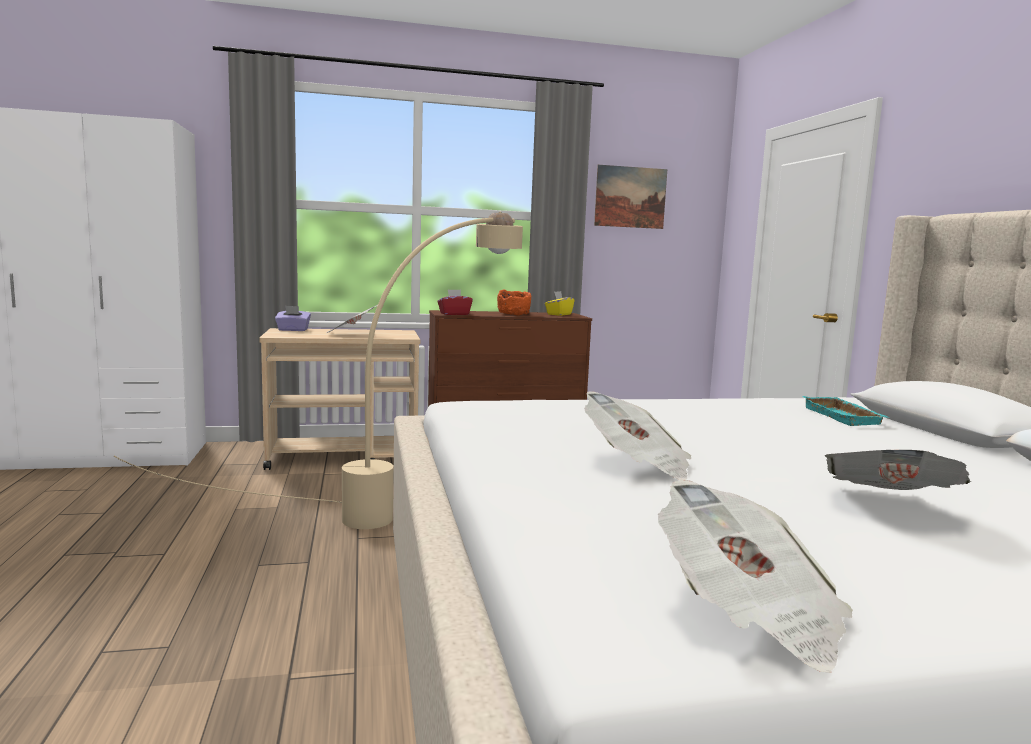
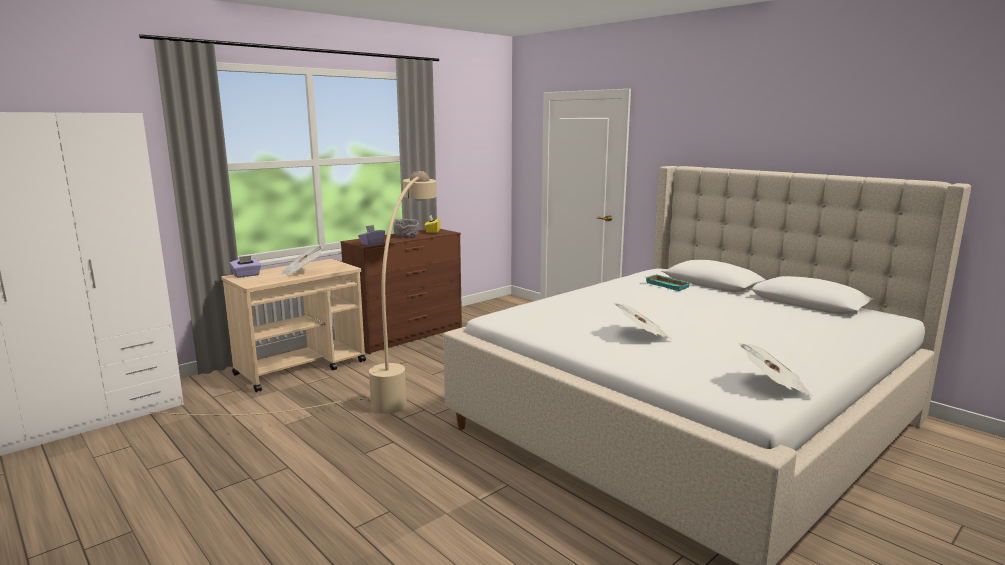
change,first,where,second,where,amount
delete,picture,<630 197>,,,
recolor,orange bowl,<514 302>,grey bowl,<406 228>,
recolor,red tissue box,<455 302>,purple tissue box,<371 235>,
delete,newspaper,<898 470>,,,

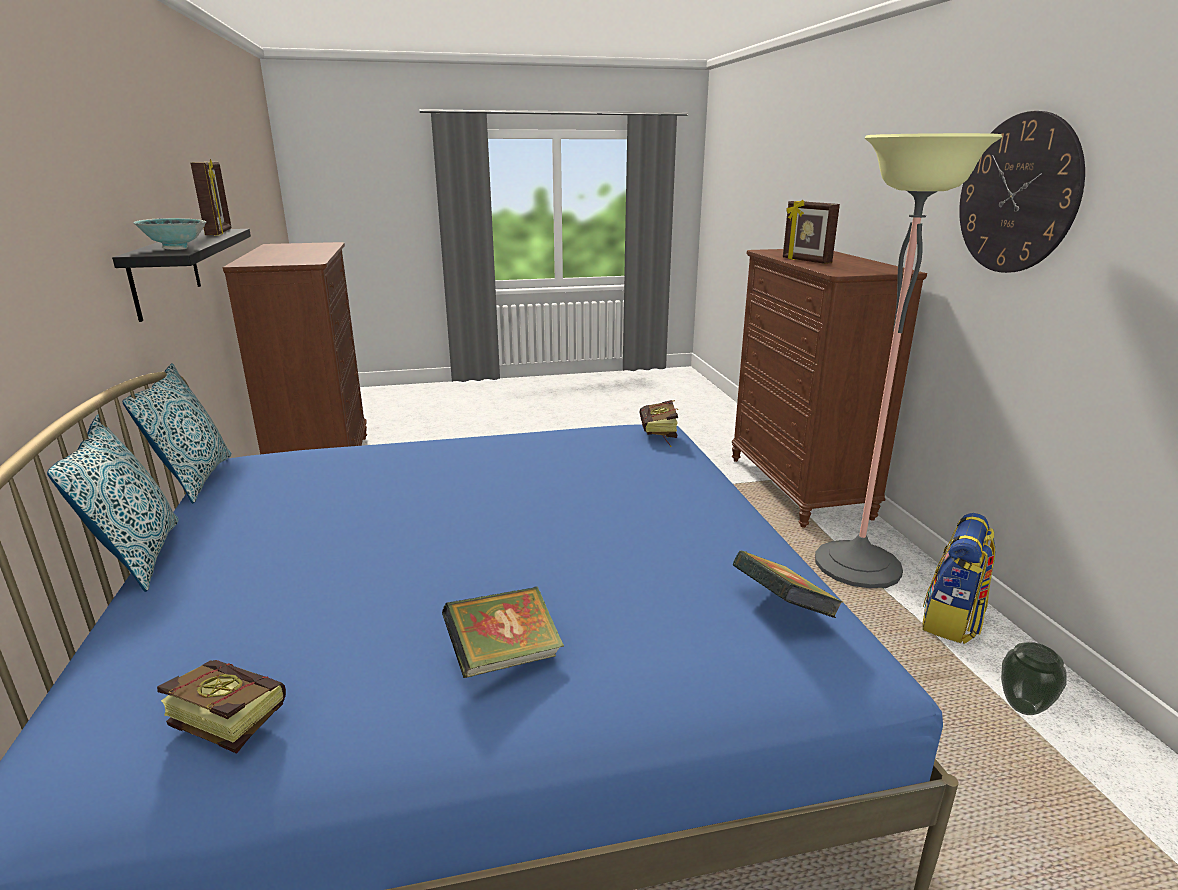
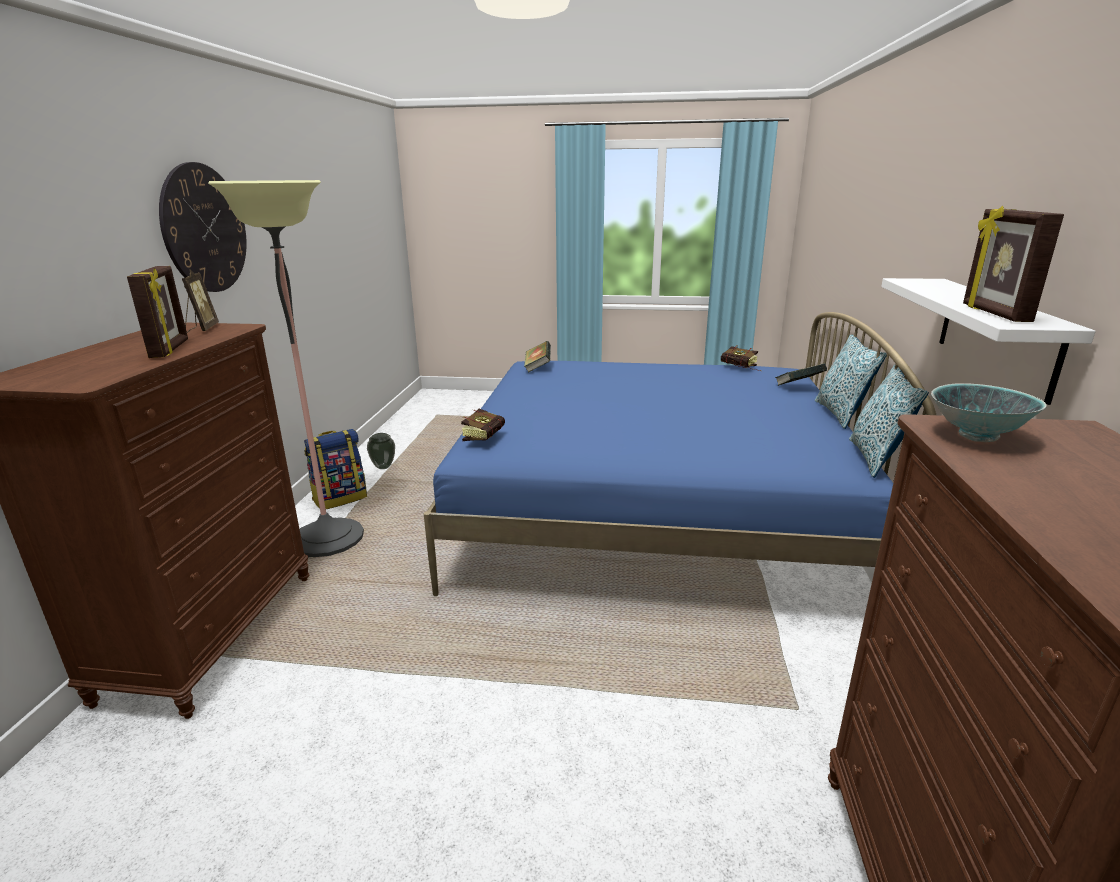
change,first,where,second,where,amount
move,bowl,<170 234>,,<989 412>,
recolor,black shelf,<181 275>,white shelf,<988 341>,
move,book,<503 632>,,<801 374>,
insert,,,picture frame,<200 301>,

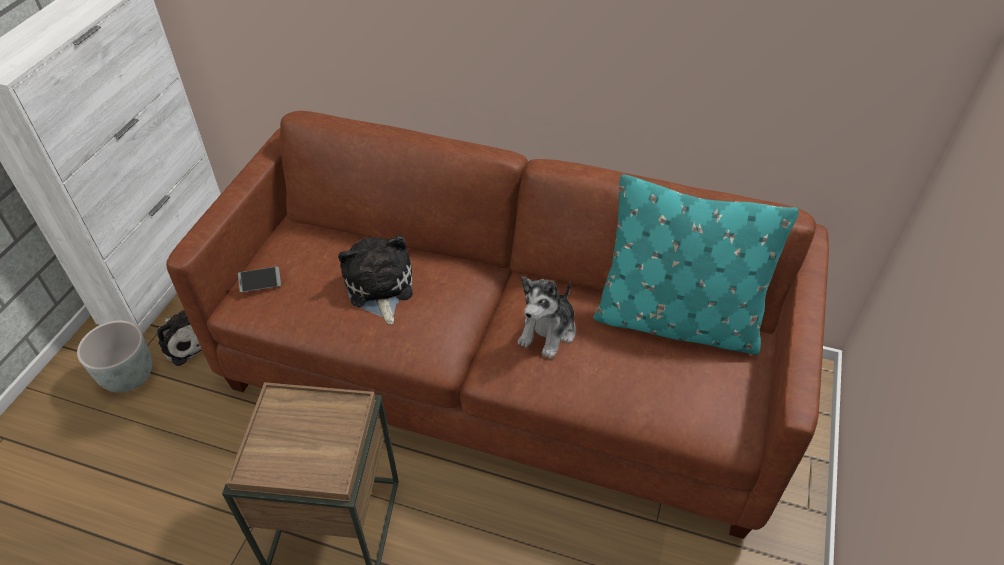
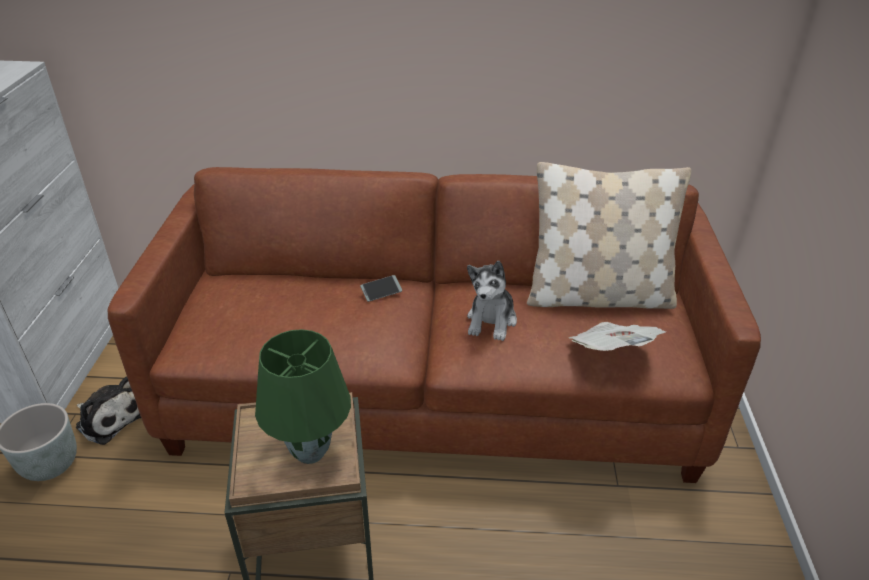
change,first,where,second,where,amount
recolor,turquoise pillow,<696 264>,beige pillow,<609 235>,
delete,plush toy,<375 279>,,,
move,phone,<259 279>,,<381 288>,
insert,,,newspaper,<617 336>,
insert,,,green table lamp,<303 396>,

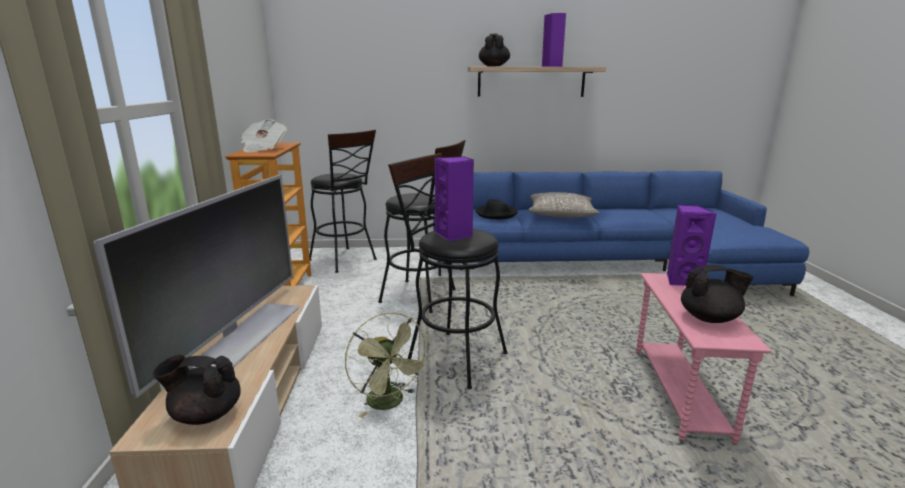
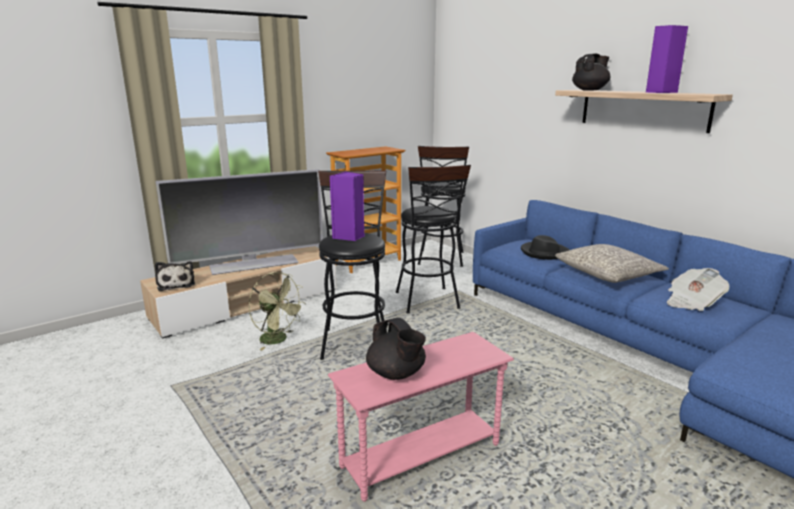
change,first,where,second,where,amount
move,newspaper,<264 135>,,<698 289>,
delete,purple speaker,<692 245>,,,
rotate,green fan,<387 365>,,<276 311>,75 degrees counterclockwise
replace,black teapot,<196 390>,plush toy,<175 276>,

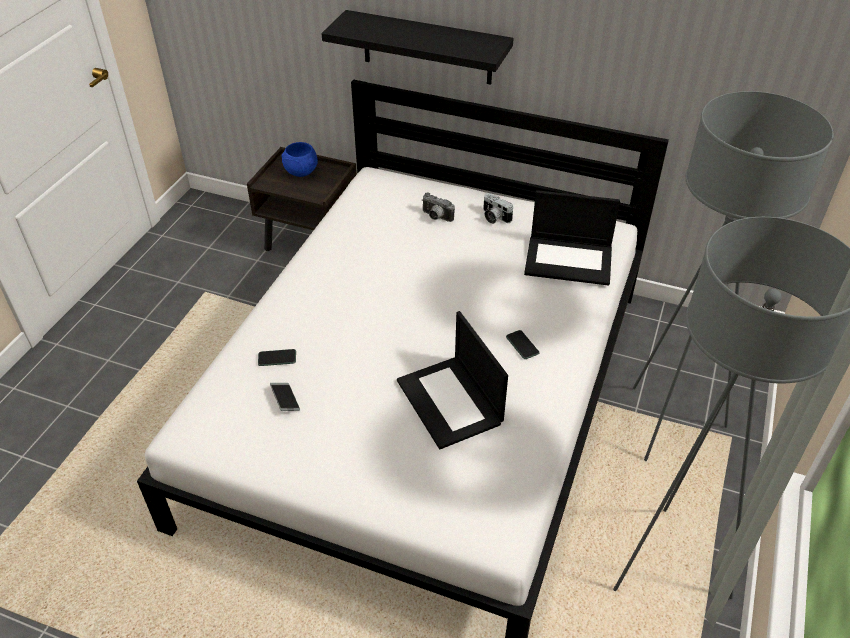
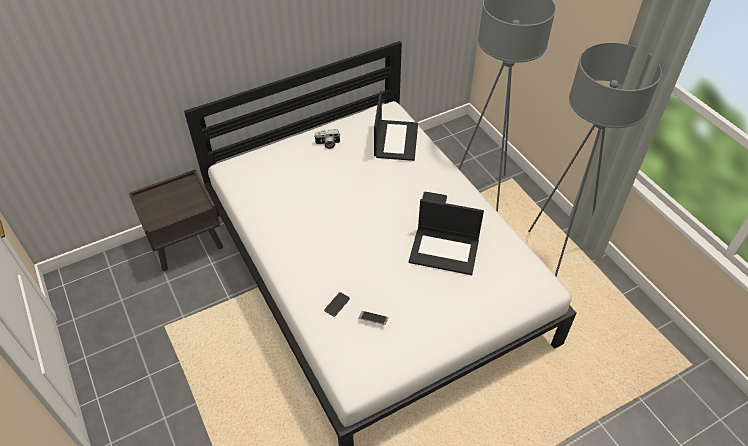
change,first,where,second,where,amount
delete,black shelf,<418 47>,,,
delete,blue bowl,<299 159>,,,
rotate,laptop,<572 238>,,<396 126>,45 degrees counterclockwise
delete,photo camera,<438 207>,,,

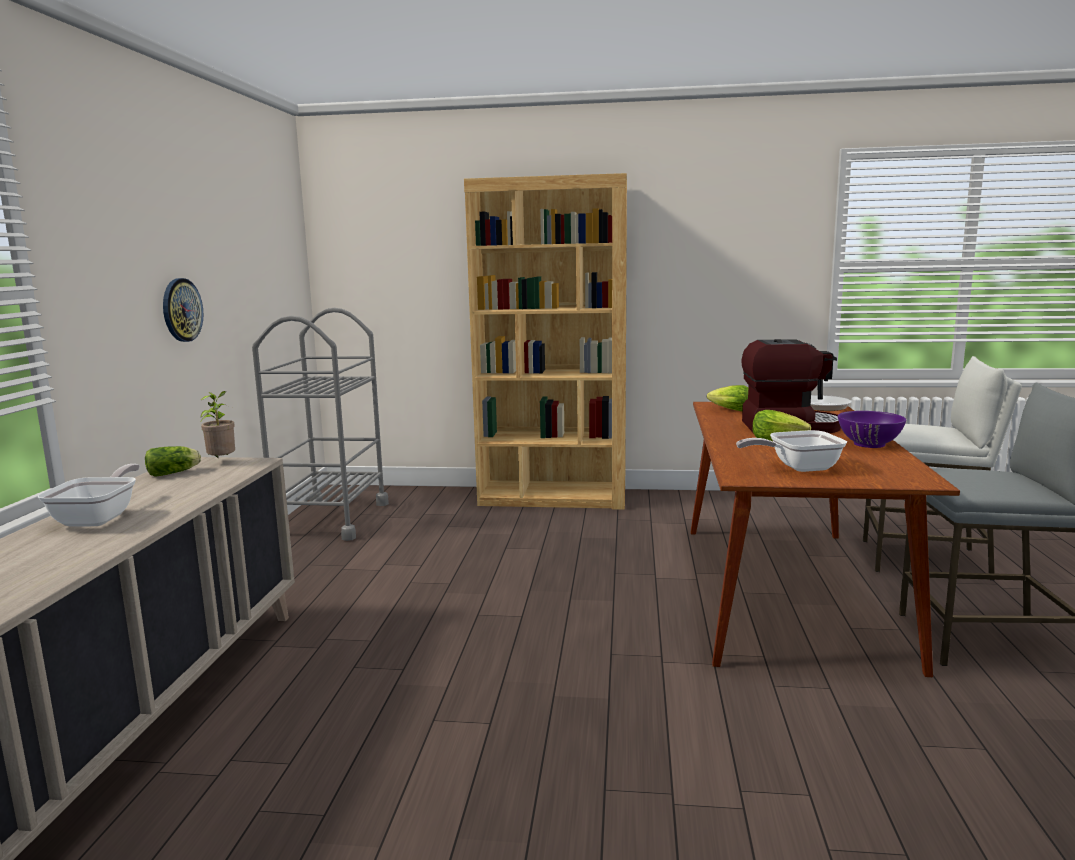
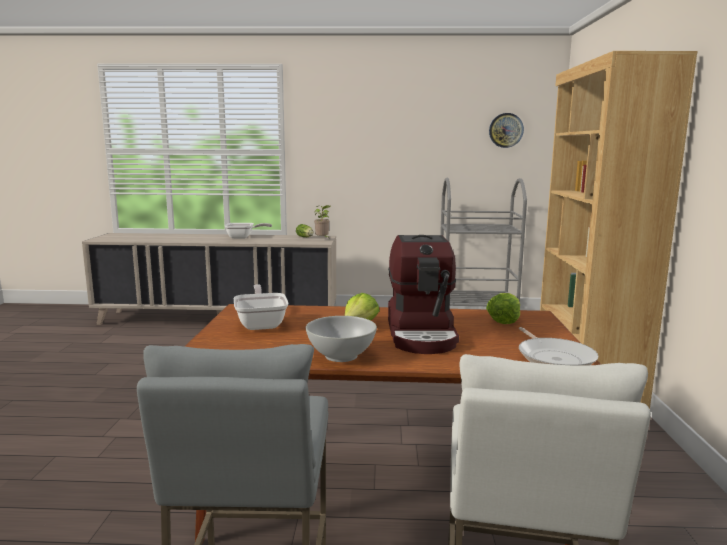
change,first,where,second,where,amount
move,wall clock,<183 310>,,<506 130>,
recolor,purple bowl,<872 429>,white bowl,<341 339>,

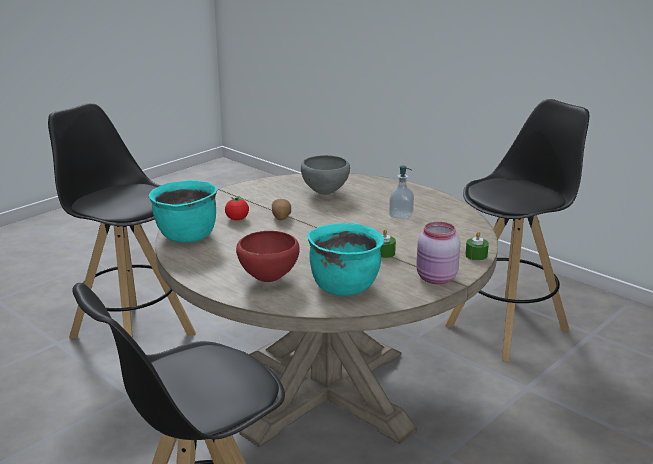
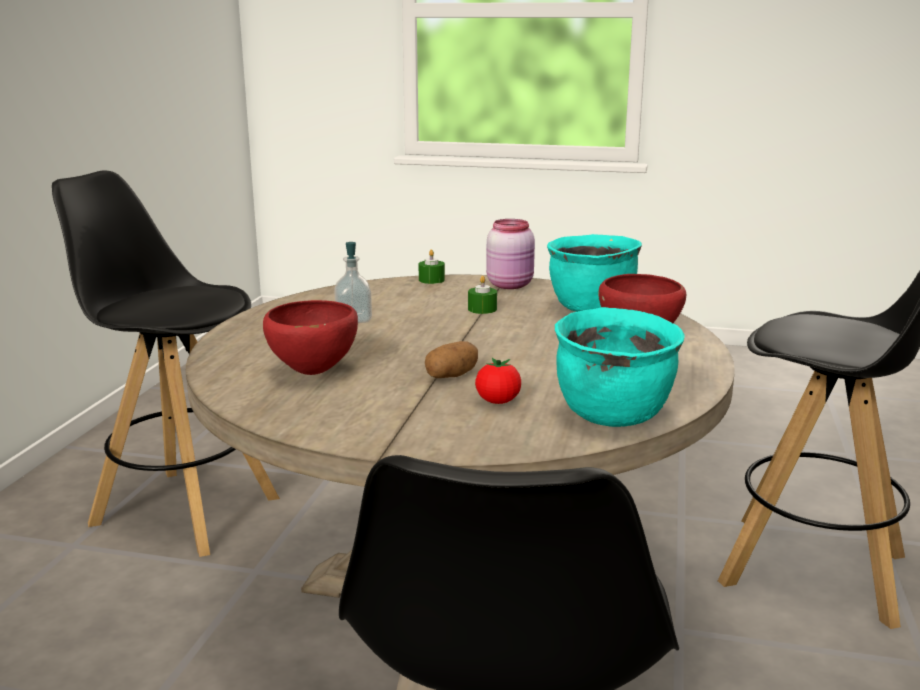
change,first,where,second,where,amount
recolor,grey bowl,<325 175>,red bowl,<310 337>,

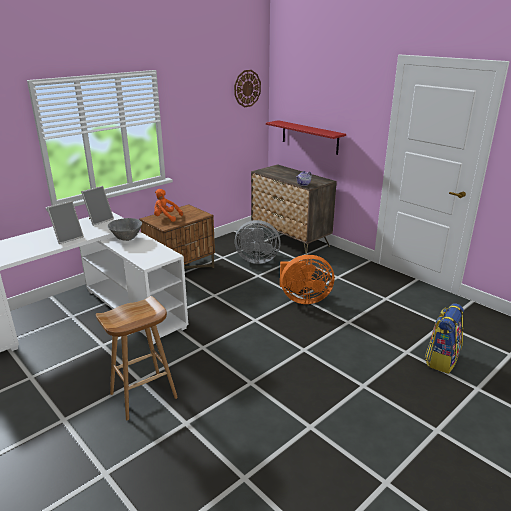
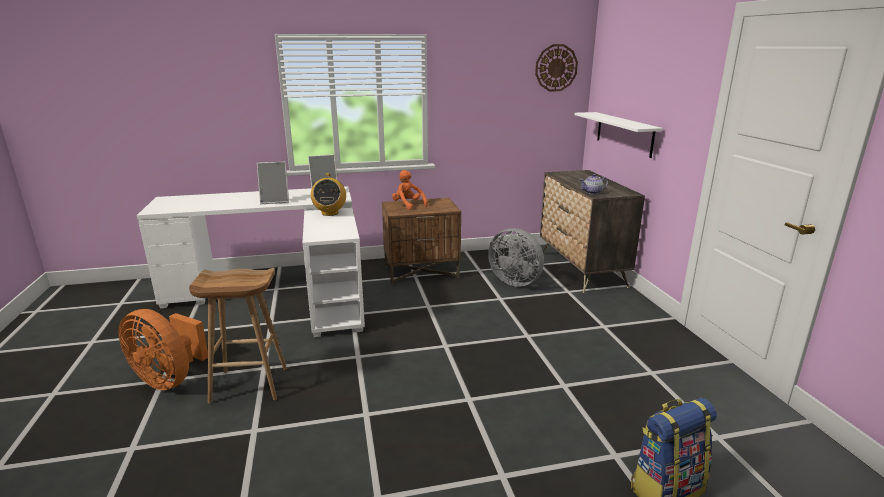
change,first,where,second,where,amount
recolor,red shelf,<306 137>,white shelf,<619 135>,
replace,grey bowl,<124 229>,radio,<328 194>,
move,orange fan,<307 279>,,<163 349>,

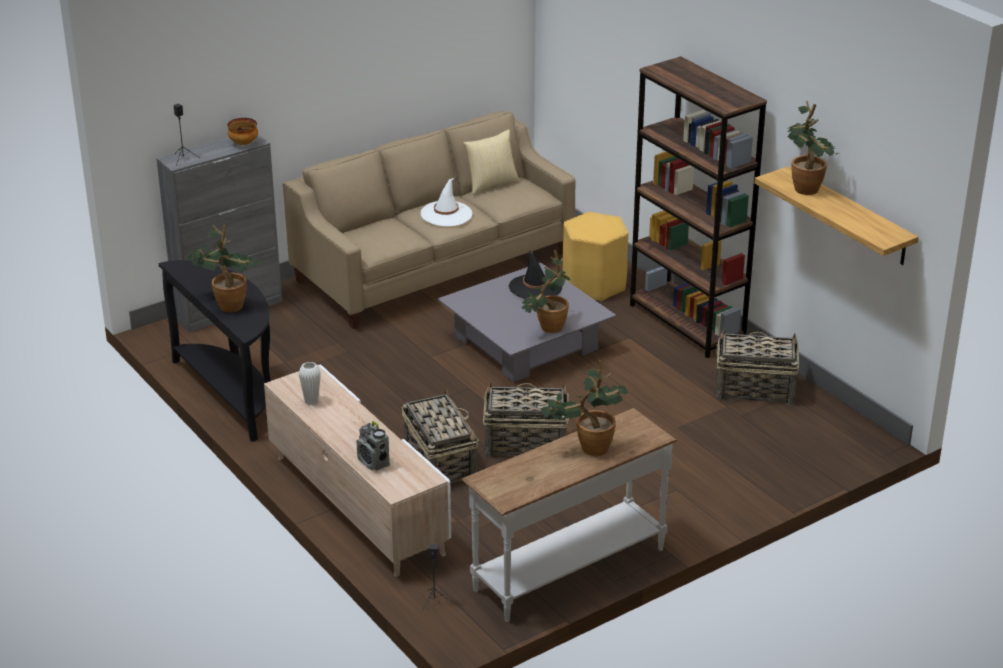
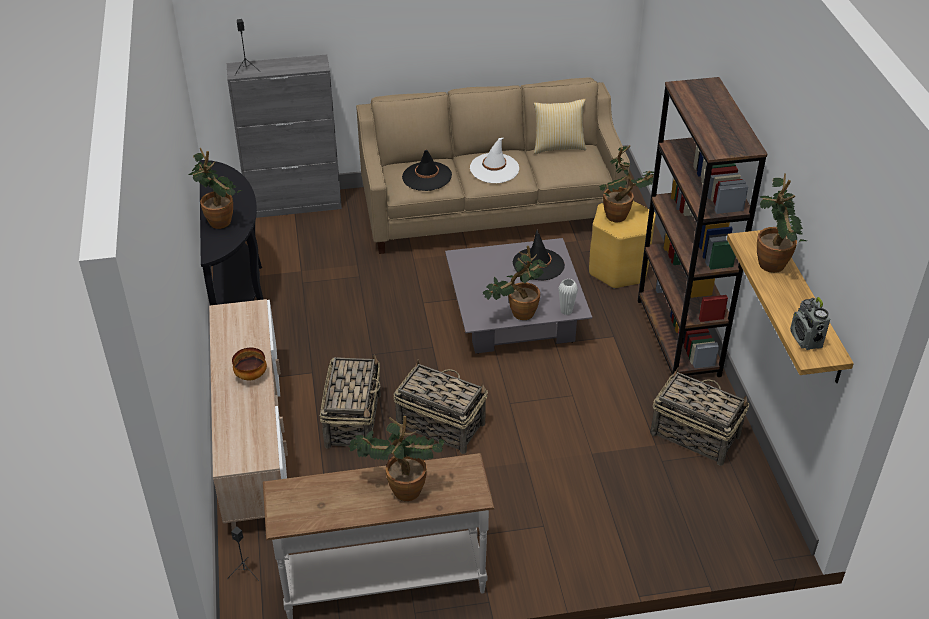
change,first,where,second,where,amount
move,bowl,<242 131>,,<249 364>,
move,white vase,<310 383>,,<568 297>,
move,radio,<372 446>,,<810 323>,
insert,,,potted plant,<626 183>,
insert,,,black hat,<427 170>,

